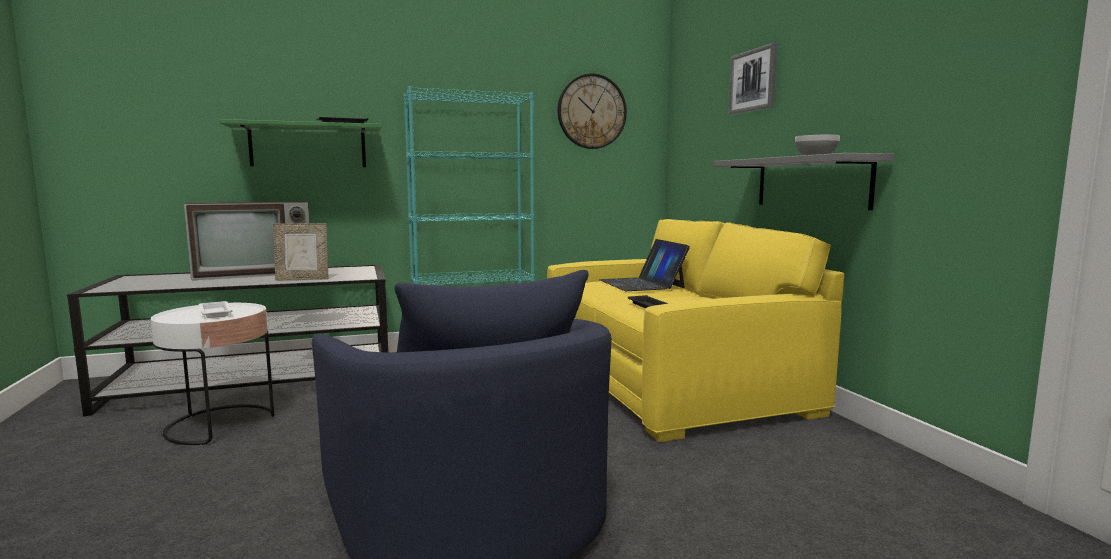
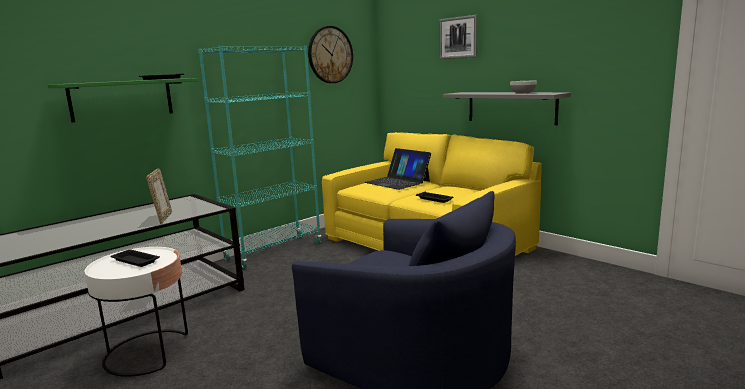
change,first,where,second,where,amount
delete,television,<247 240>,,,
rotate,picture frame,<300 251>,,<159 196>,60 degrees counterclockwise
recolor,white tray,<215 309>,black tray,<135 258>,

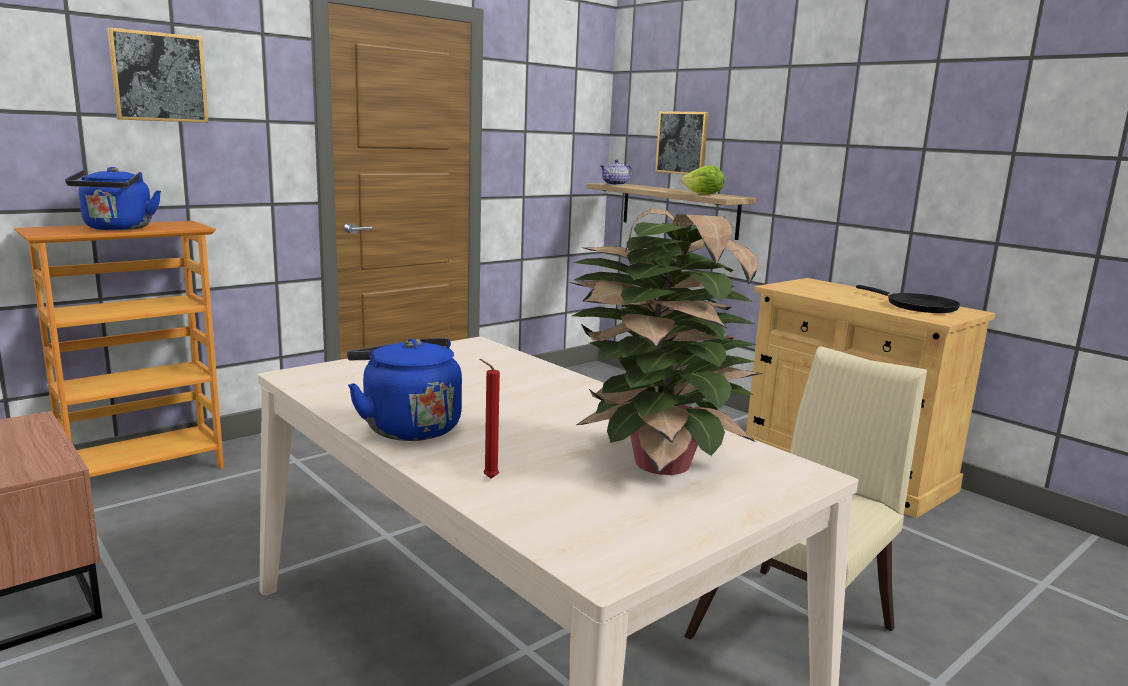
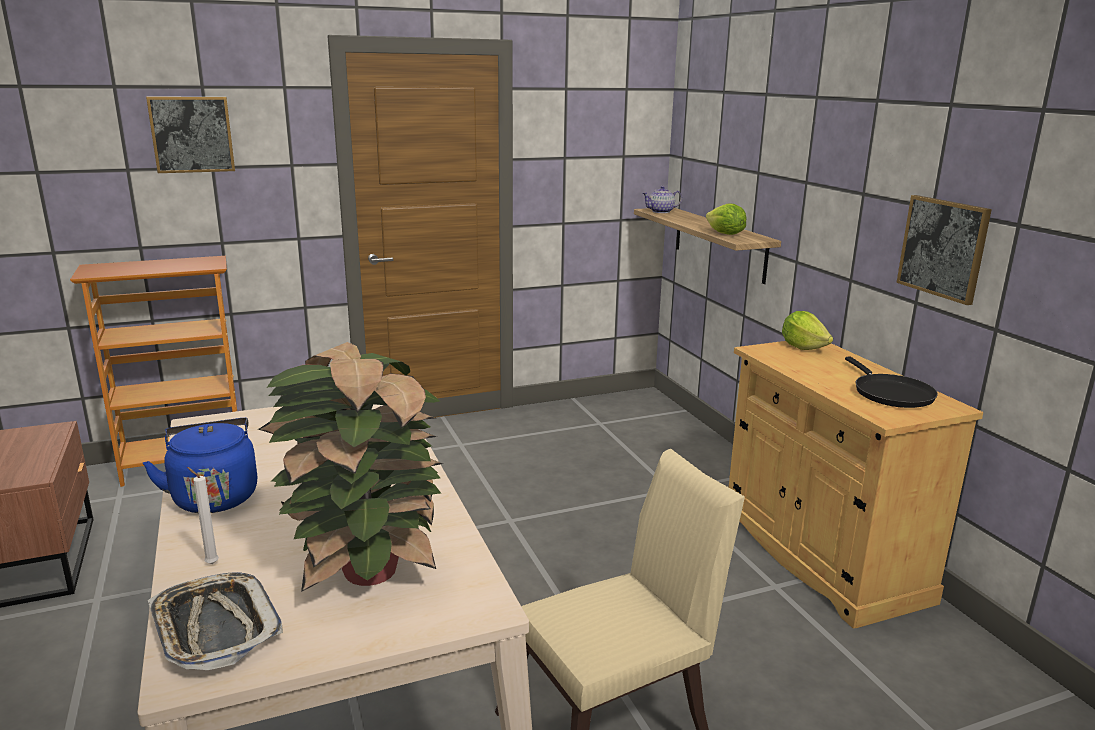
change,first,where,second,where,amount
move,picture,<682 143>,,<944 250>,
delete,blue kettle,<113 198>,,,
recolor,red candle,<490 419>,white candle,<203 515>,
insert,,,lettuce,<807 330>,
insert,,,tray,<215 621>,

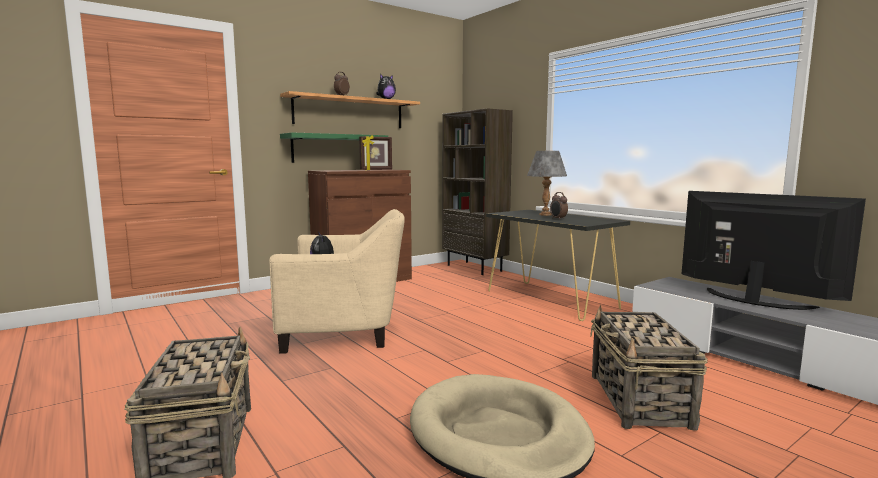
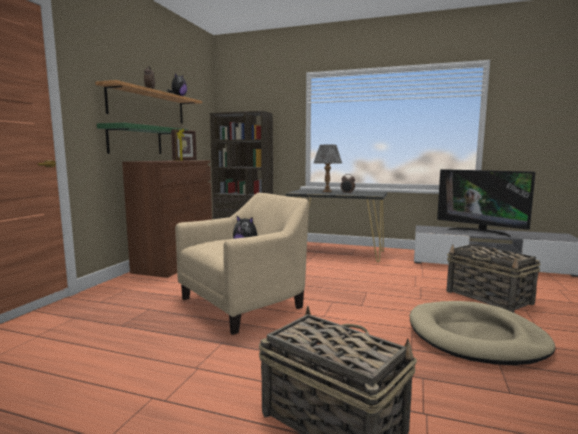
change,first,where,second,where,amount
rotate,television,<774 250>,,<486 203>,150 degrees counterclockwise

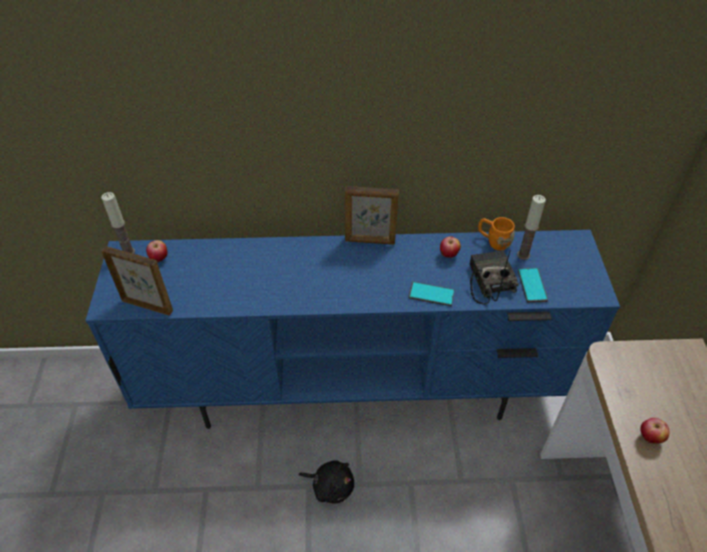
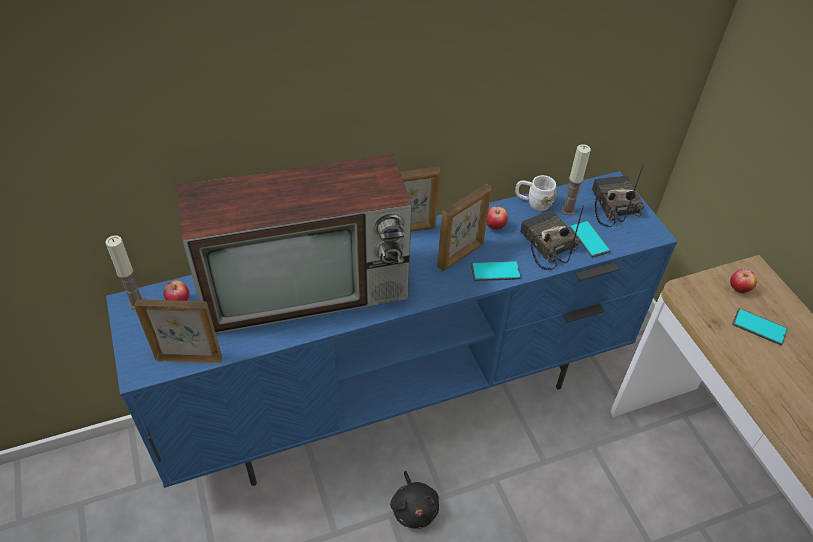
change,first,where,second,where,amount
recolor,orange mug,<496 234>,white mug,<536 193>,
move,apple,<654 431>,,<743 281>,
rotate,black plush toy,<326 481>,,<414 500>,75 degrees clockwise
insert,,,television,<295 244>,
insert,,,radio,<618 196>,
insert,,,picture frame,<464 227>,
insert,,,phone,<760 326>,

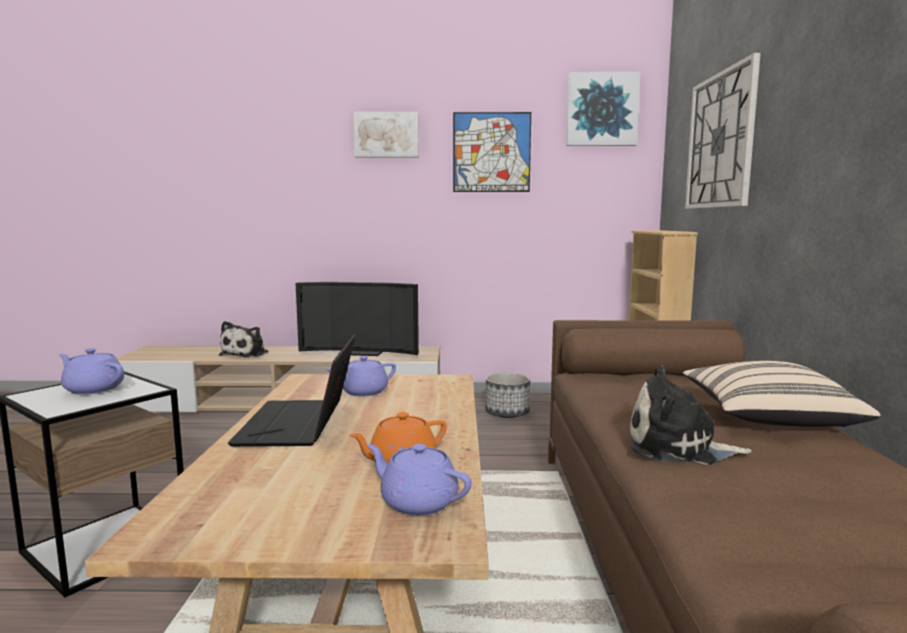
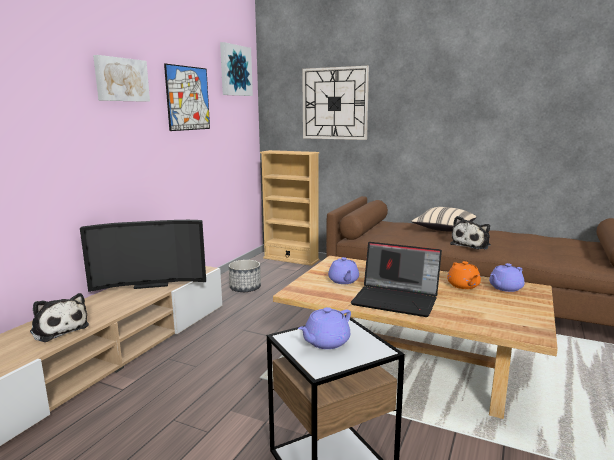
change,first,where,second,where,amount
rotate,television,<357 319>,,<143 256>,45 degrees clockwise

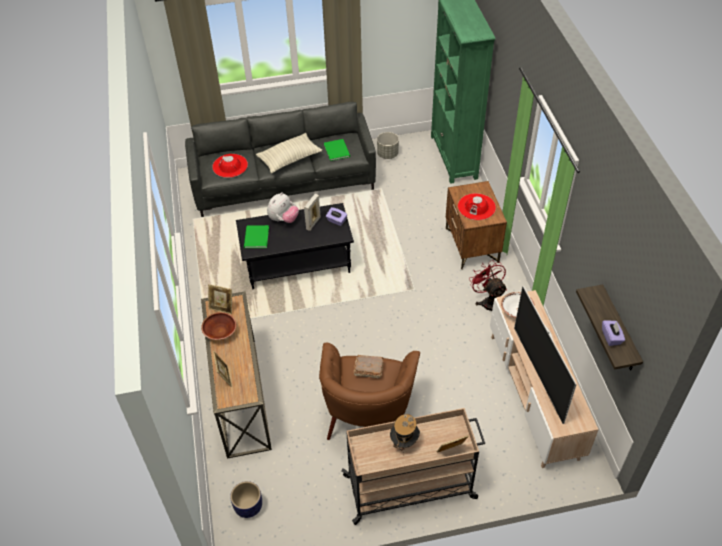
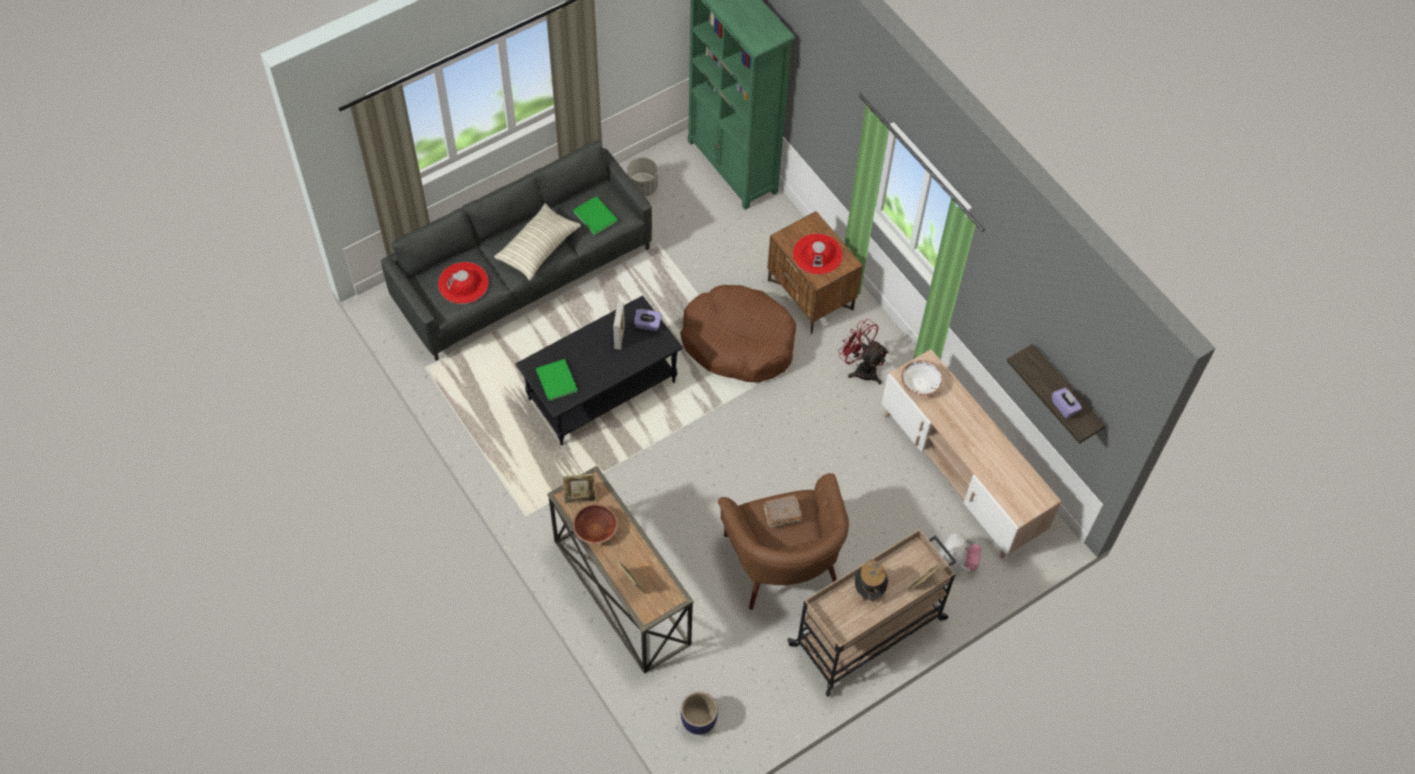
change,first,where,second,where,amount
move,plush toy,<283 207>,,<960 552>,
delete,television,<545 355>,,,
insert,,,brown dog bed,<738 333>,

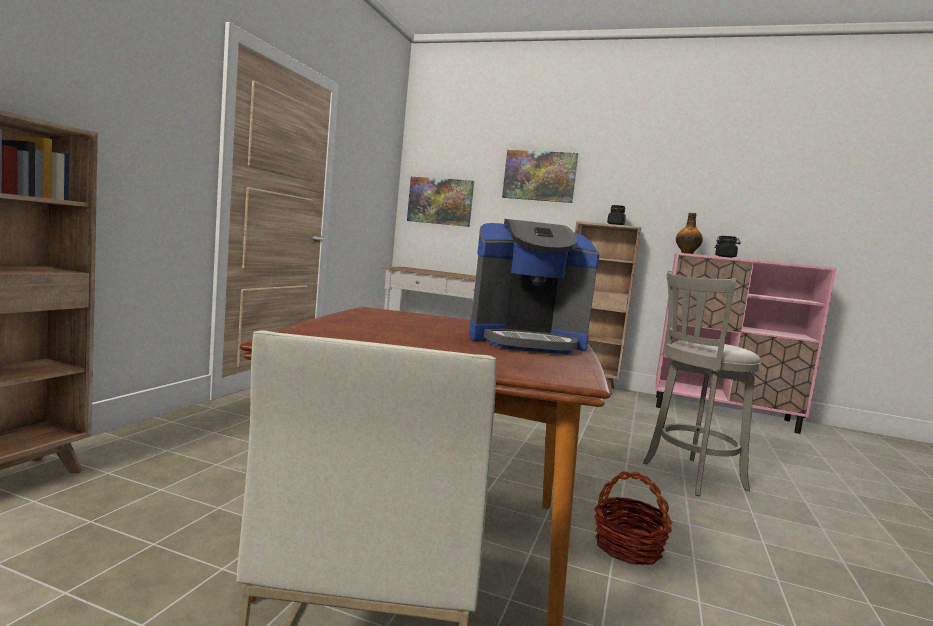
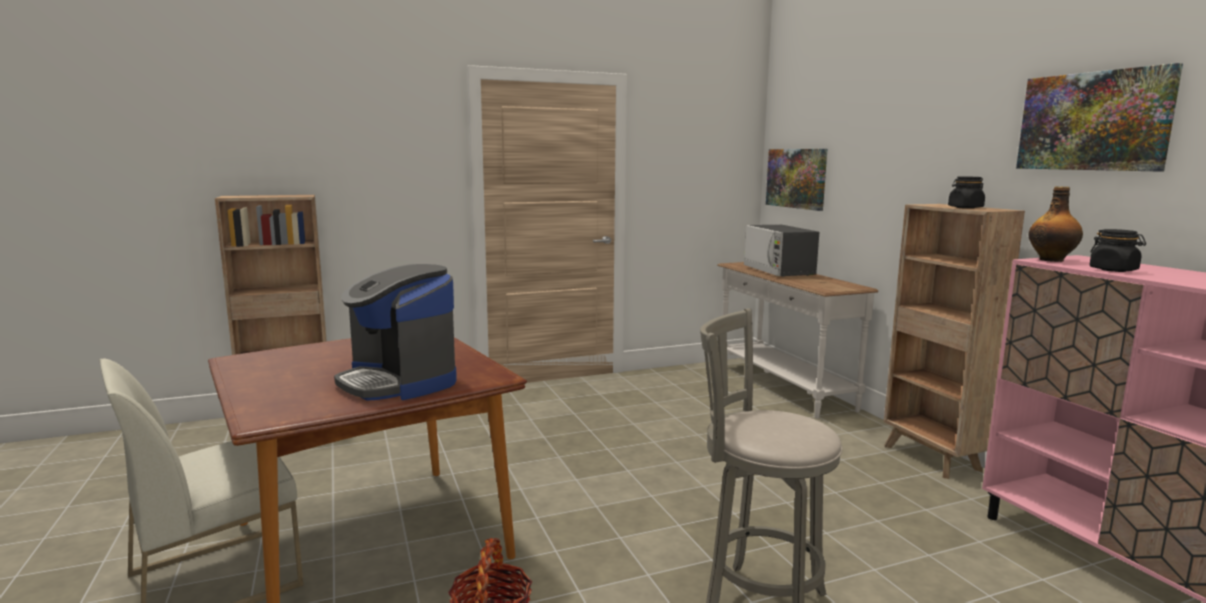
change,first,where,second,where,amount
move,picture,<540 176>,,<1099 117>,
insert,,,microwave,<781 250>,

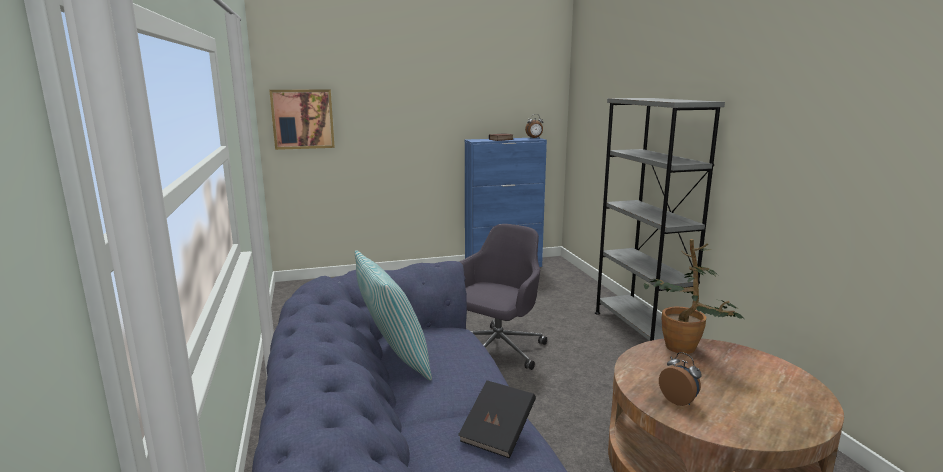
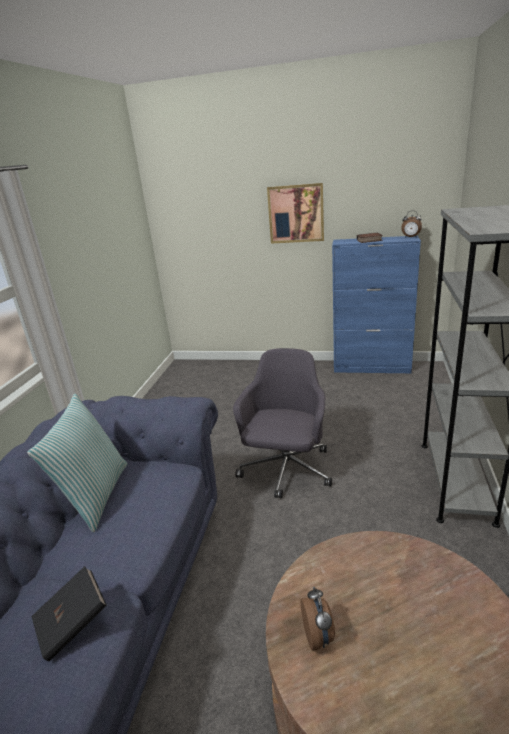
change,first,where,second,where,amount
move,picture,<302 119>,,<295 213>,
rotate,grey office chair,<503 297>,,<282 423>,45 degrees counterclockwise
delete,potted plant,<694 296>,,,

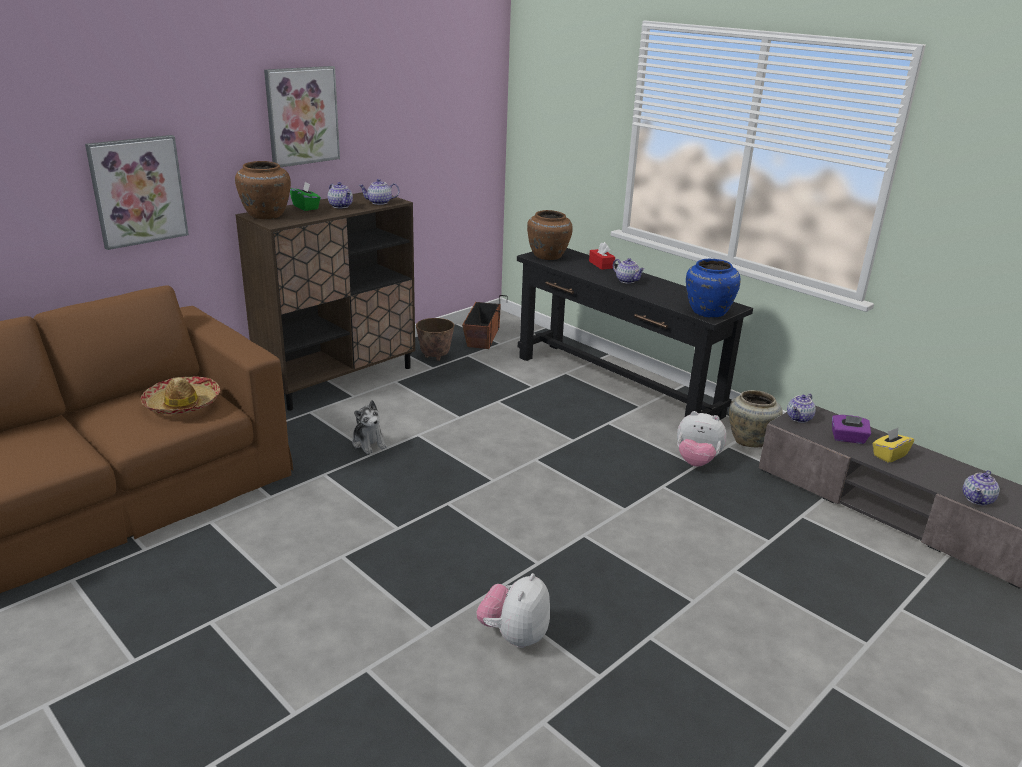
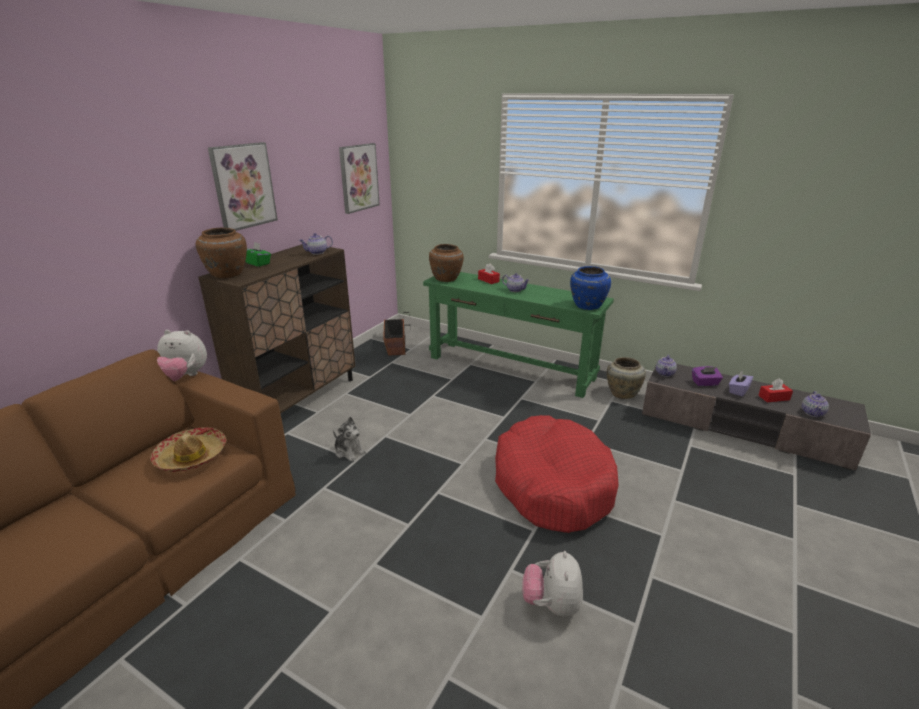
change,first,where,second,where,amount
move,picture,<137 192>,,<359 178>,
delete,teapot,<340 195>,,,
recolor,black console table,<635 334>,green console table,<518 335>,
delete,planter,<435 339>,,,
move,plush toy,<702 439>,,<182 355>,
recolor,yellow tissue box,<893 445>,purple tissue box,<741 384>,
insert,,,red tissue box,<775 390>,
insert,,,red dog bed,<557 474>,

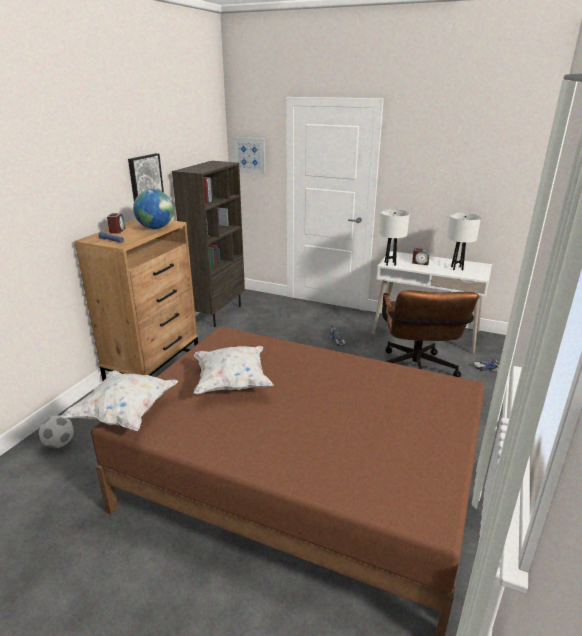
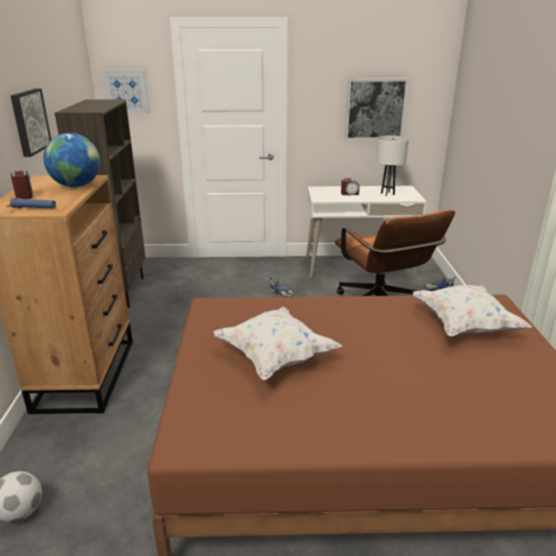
change,first,where,second,where,amount
delete,white table lamp,<394 237>,,,
move,white pillow,<120 401>,,<472 311>,
insert,,,picture,<376 109>,

